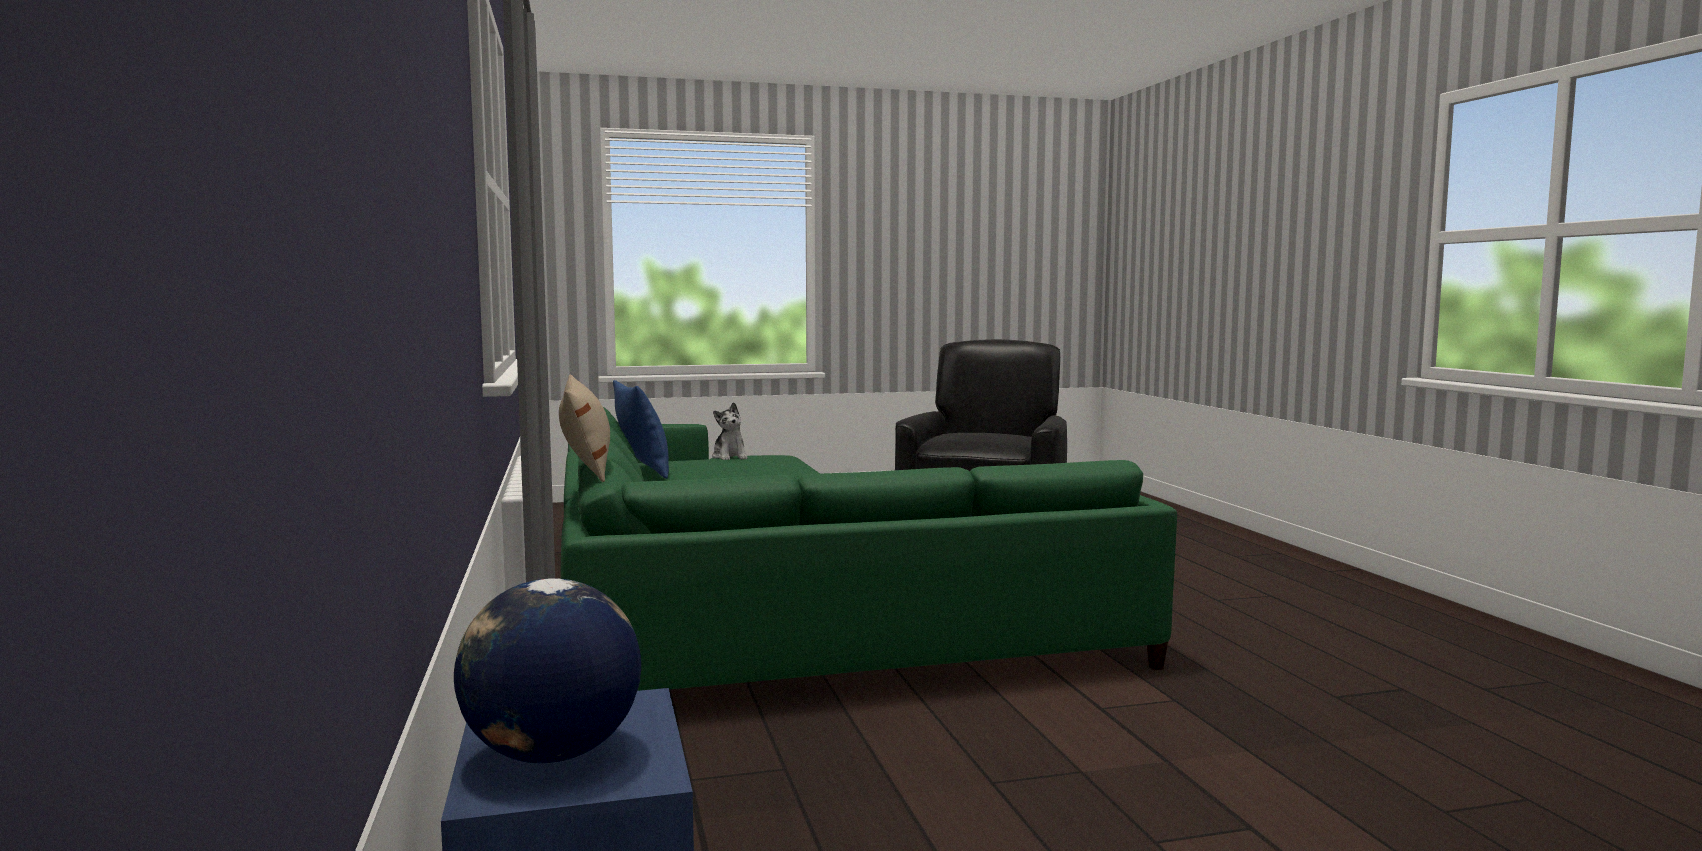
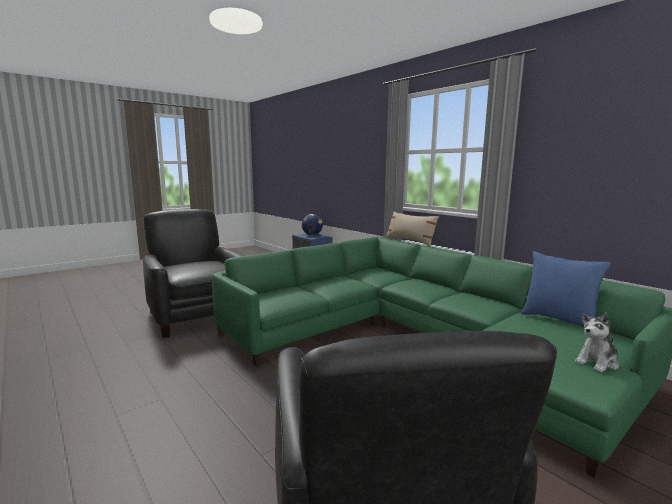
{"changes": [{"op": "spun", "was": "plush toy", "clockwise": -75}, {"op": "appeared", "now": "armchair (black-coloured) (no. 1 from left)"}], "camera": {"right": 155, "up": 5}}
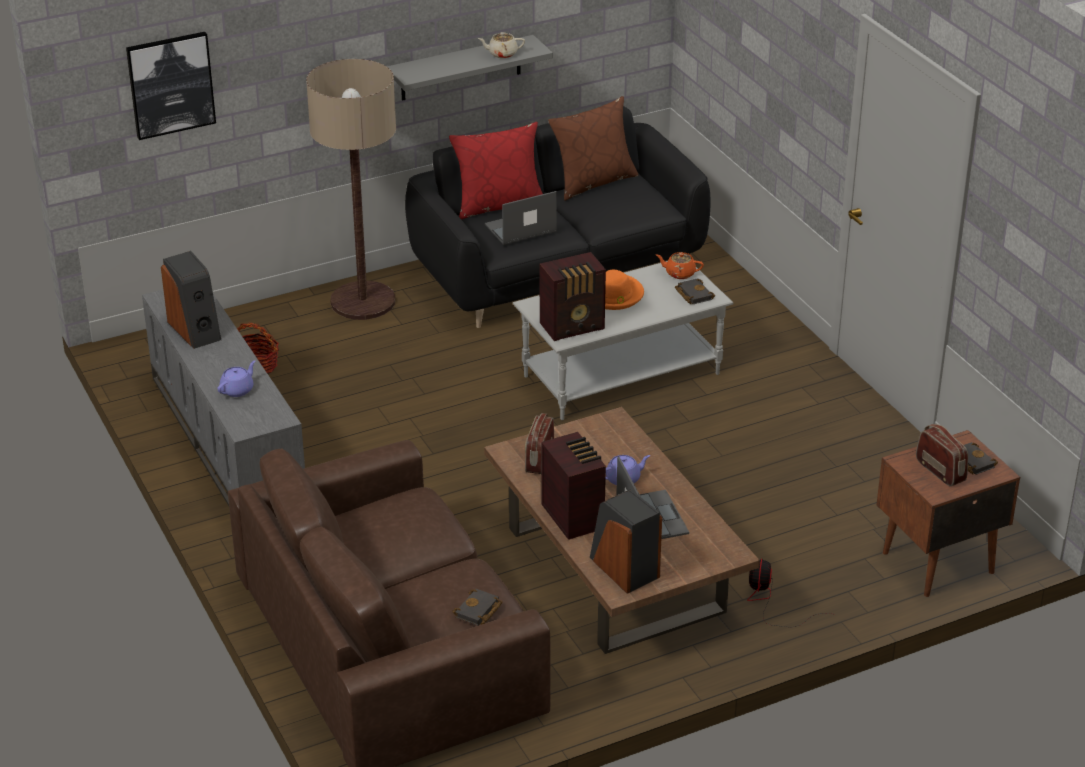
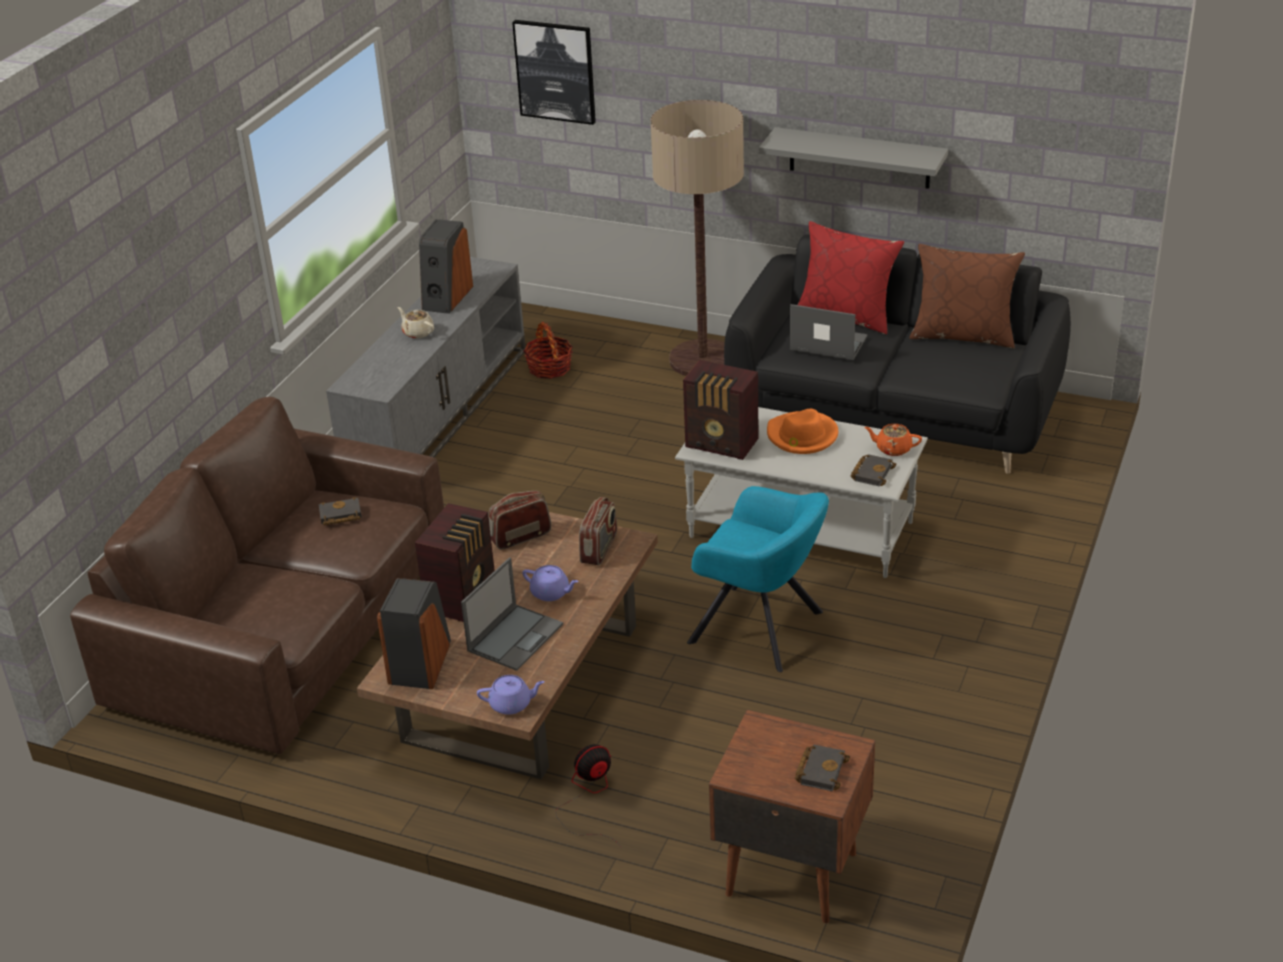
{"changes": [{"op": "relocated", "was": "tea pot (purple) (no. 1 from left)"}, {"op": "relocated", "was": "volume (black-coloured) (no. 1 from left)"}, {"op": "relocated", "was": "tea pot (sand-coloured)"}, {"op": "spun", "was": "tea pot (orangey)", "clockwise": -45}, {"op": "relocated", "was": "radio (no. 4 from left in the first image)", "now": "radio (no. 3 from left)"}, {"op": "appeared", "now": "armchair (turquoise)"}], "camera": {"right": 50, "up": 0}}
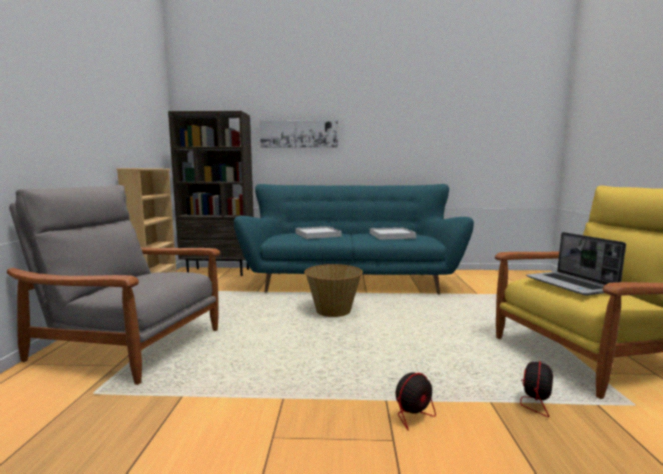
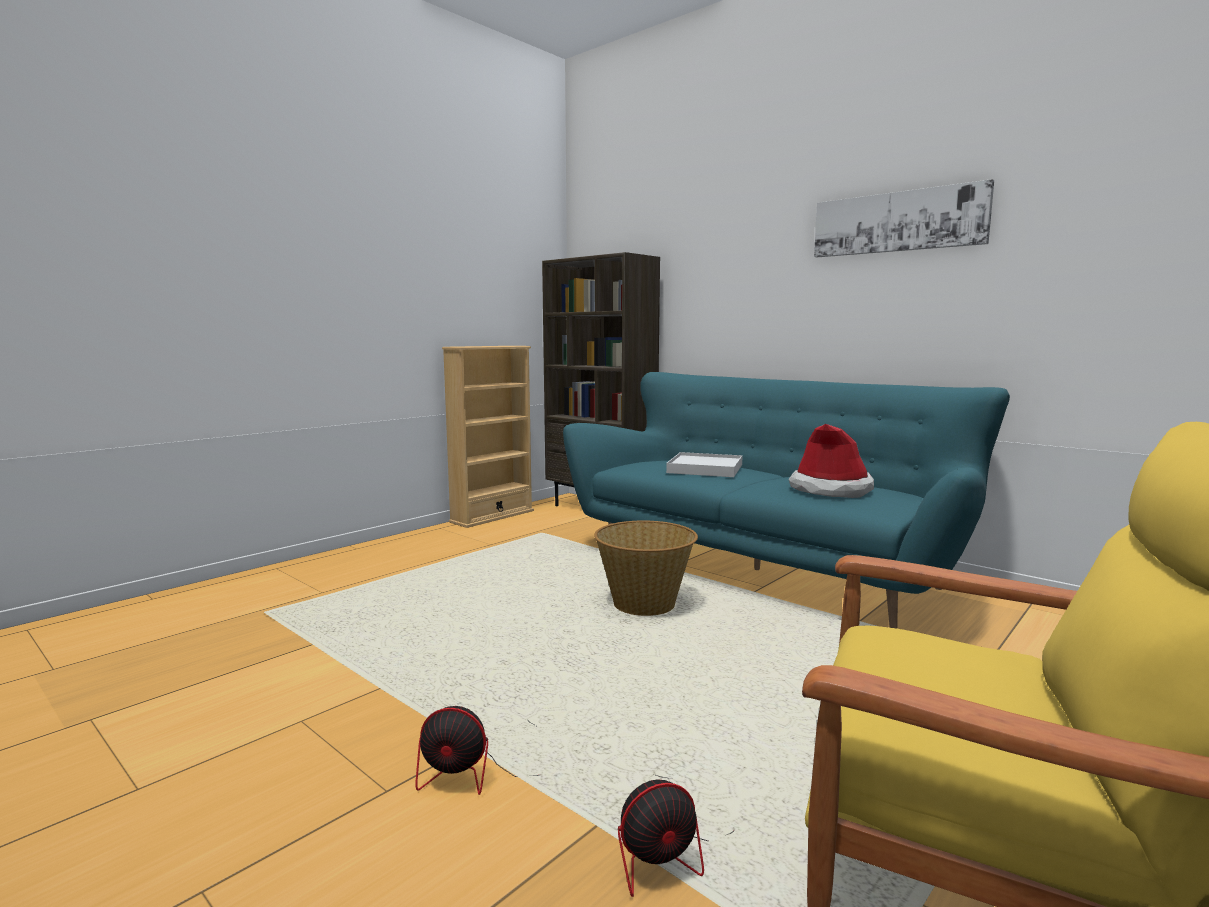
{"changes": [{"op": "missing", "was": "armchair (grey)"}, {"op": "relocated", "was": "wall art"}, {"op": "exchanged", "was": "serving tray (white) (no. 2 from left)", "now": "clothing hat"}, {"op": "missing", "was": "notebook computer"}], "camera": {"right": 40, "up": 0}}
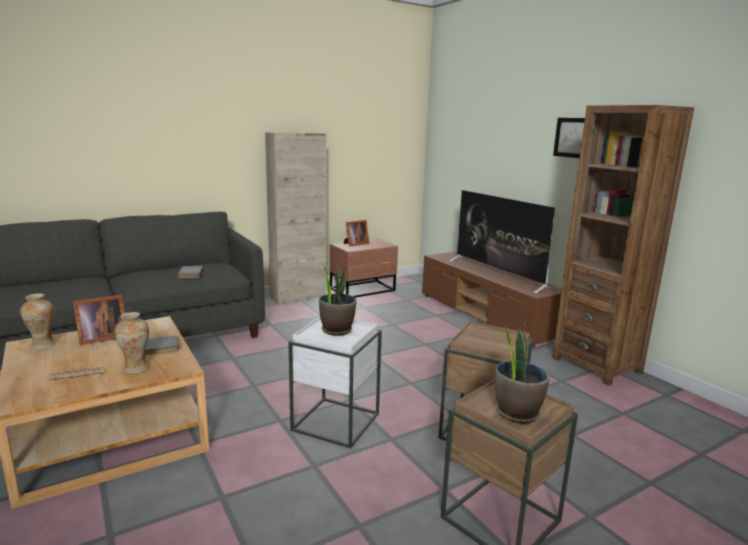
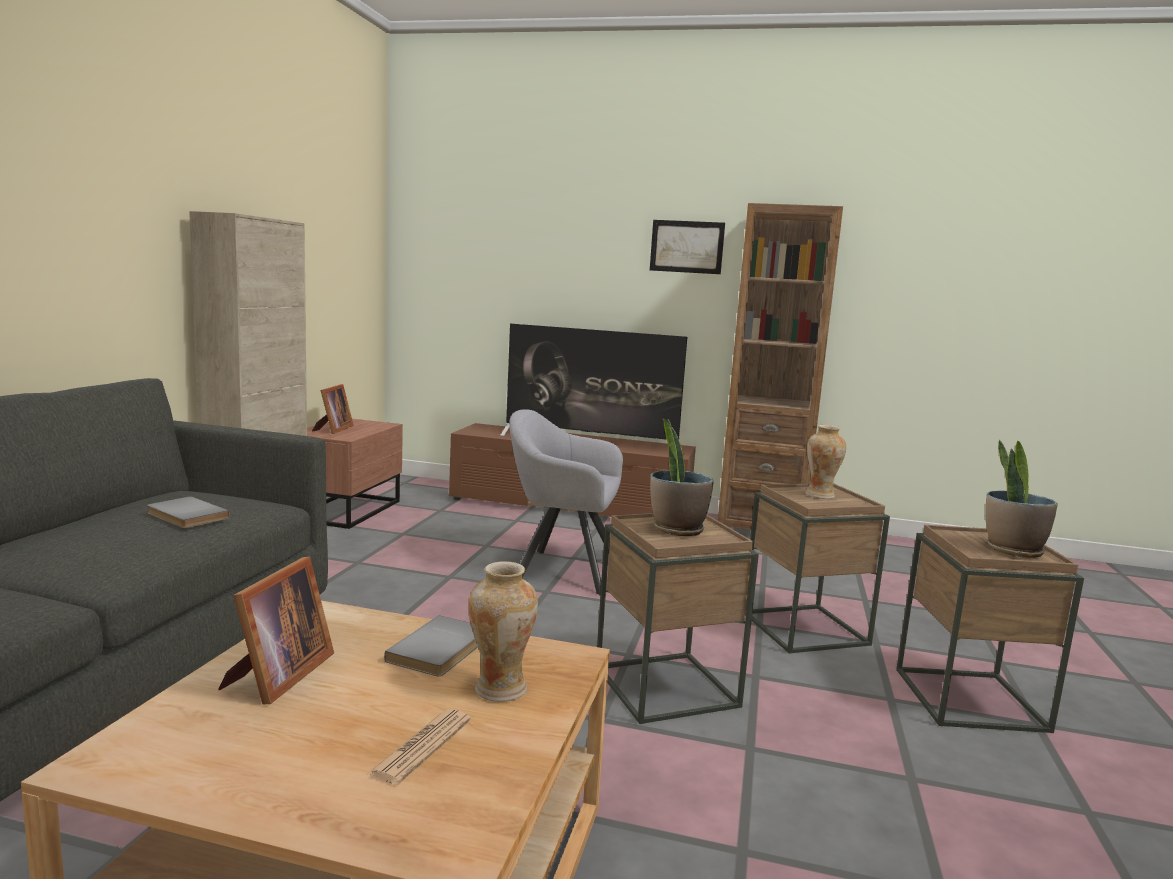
{"changes": [{"op": "relocated", "was": "vase (no. 1 from left in the first image)", "now": "vase (no. 2 from left)"}, {"op": "colour", "was": "side table (white)", "now": "side table (brown) (no. 1 from left)"}, {"op": "appeared", "now": "armchair (grey)"}], "camera": {"right": -45, "up": -5}}
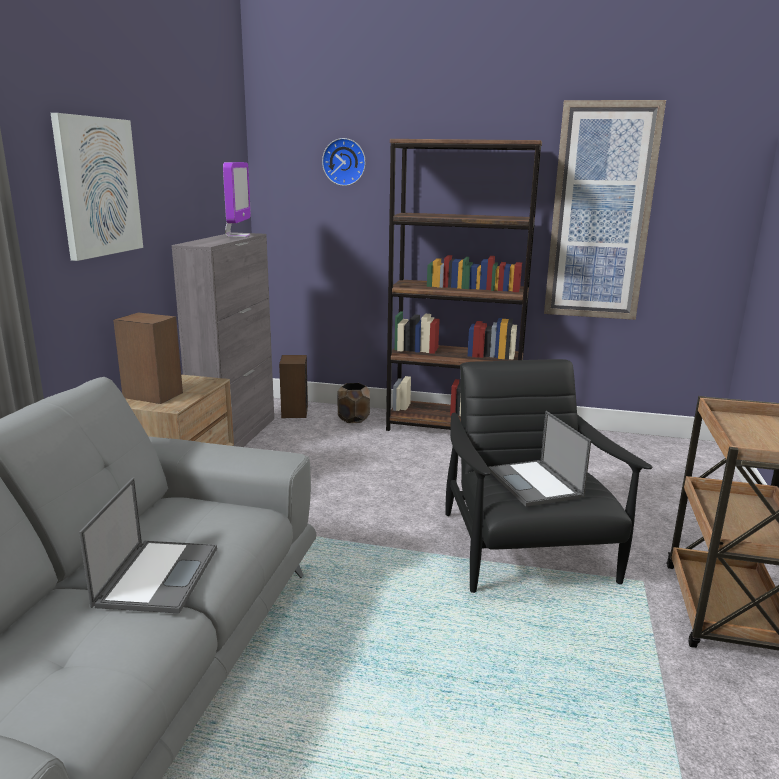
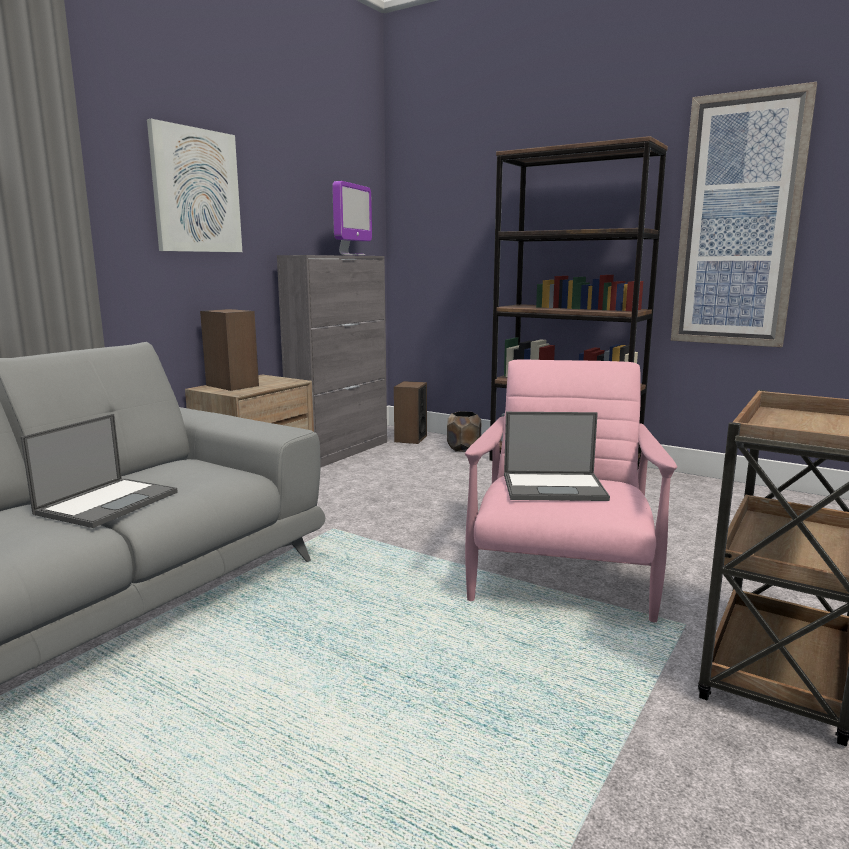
{"changes": [{"op": "missing", "was": "hanging clock"}, {"op": "colour", "was": "armchair (black-coloured)", "now": "armchair (pink)"}, {"op": "spun", "was": "notebook computer (no. 2 from left)", "clockwise": -90}], "camera": {"right": 20, "up": -5}}
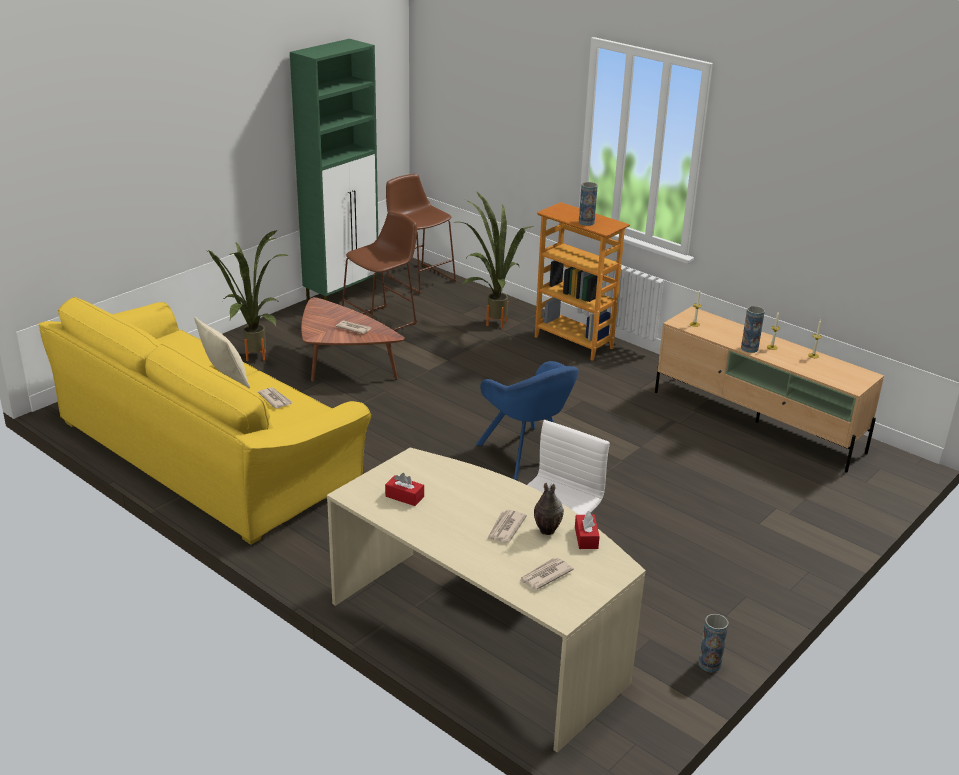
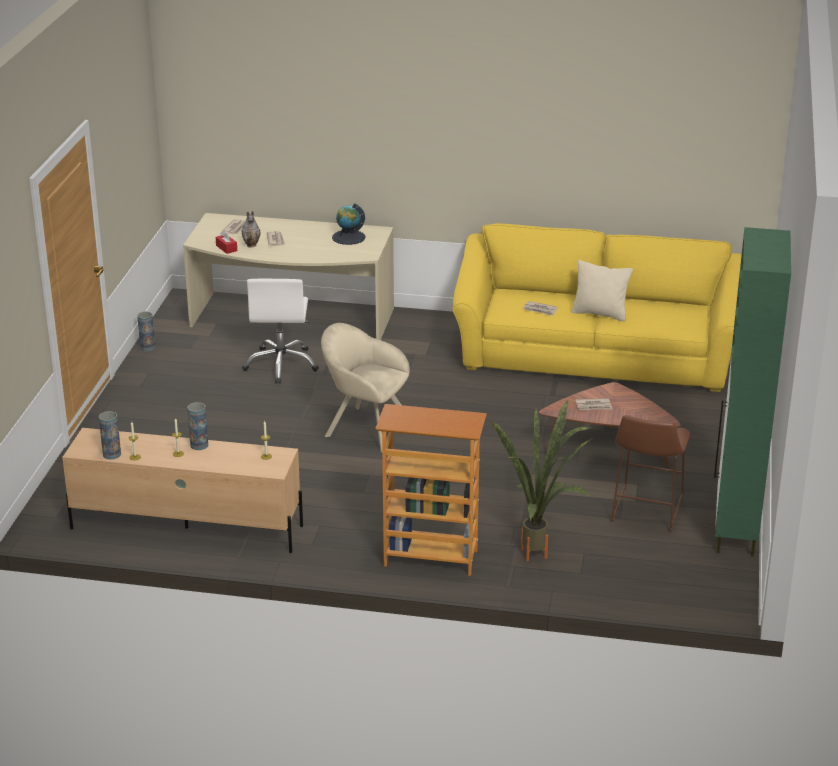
{"changes": [{"op": "missing", "was": "potted plant (no. 1 from left)"}, {"op": "exchanged", "was": "tissue box (reddish) (no. 1 from left)", "now": "desk globe"}, {"op": "missing", "was": "stool (brown) (no. 2 from left)"}, {"op": "colour", "was": "armchair (blue)", "now": "armchair (sand-coloured)"}, {"op": "relocated", "was": "vase (no. 2 from left in the first image)", "now": "vase (no. 1 from left)"}], "camera": {"right": 150, "up": 0}}
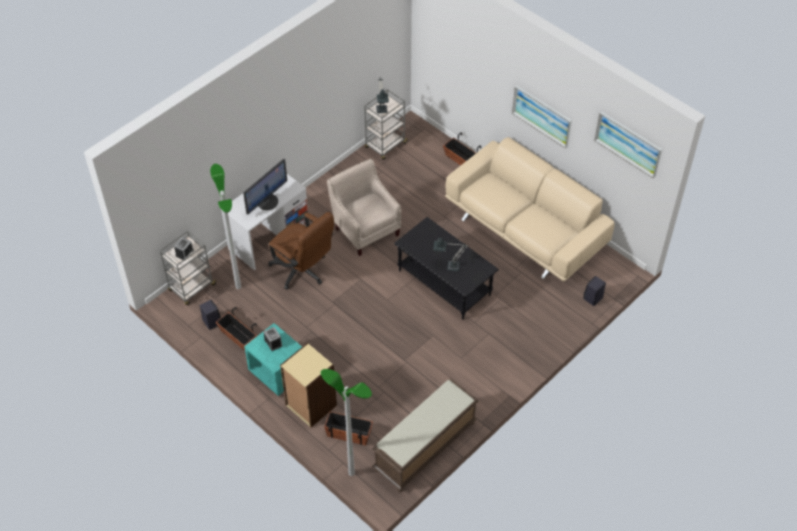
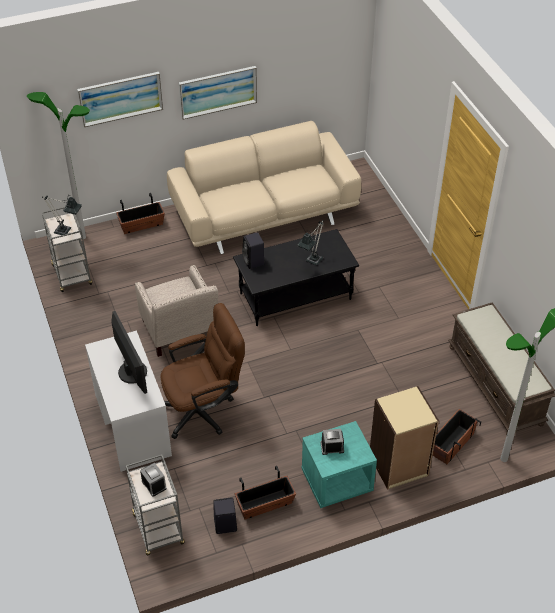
{"changes": [{"op": "relocated", "was": "floor lamp (no. 1 from left)"}, {"op": "spun", "was": "armchair (sand-coloured)", "clockwise": -105}, {"op": "relocated", "was": "loudspeaker (black-coloured) (no. 2 from left)"}, {"op": "relocated", "was": "wall art (no. 2 from left in the first image)", "now": "wall art (no. 1 from left)"}], "camera": {"right": -65, "up": -5}}
